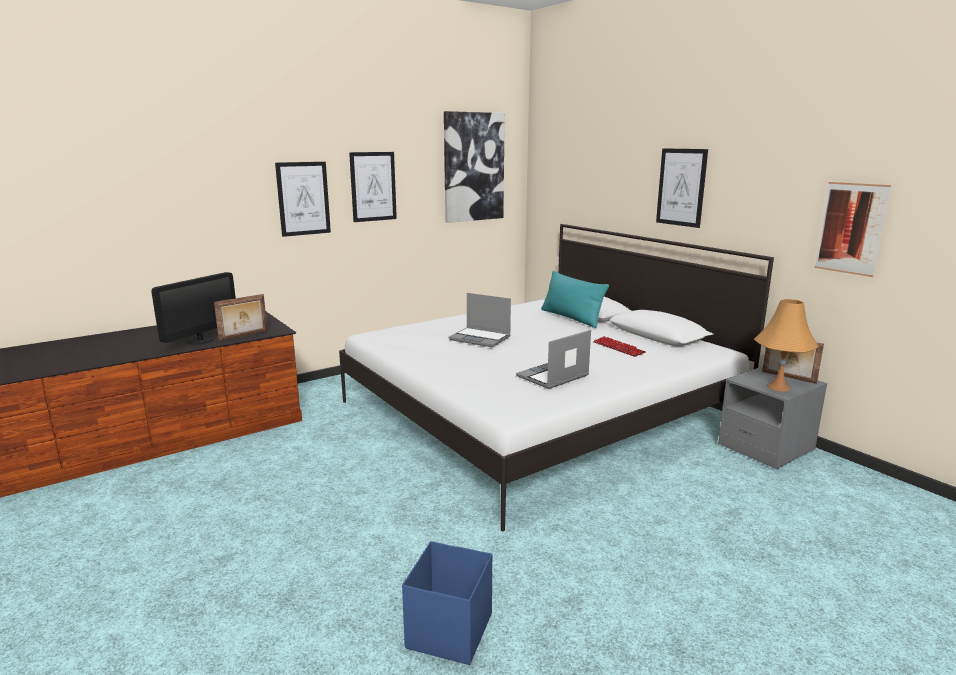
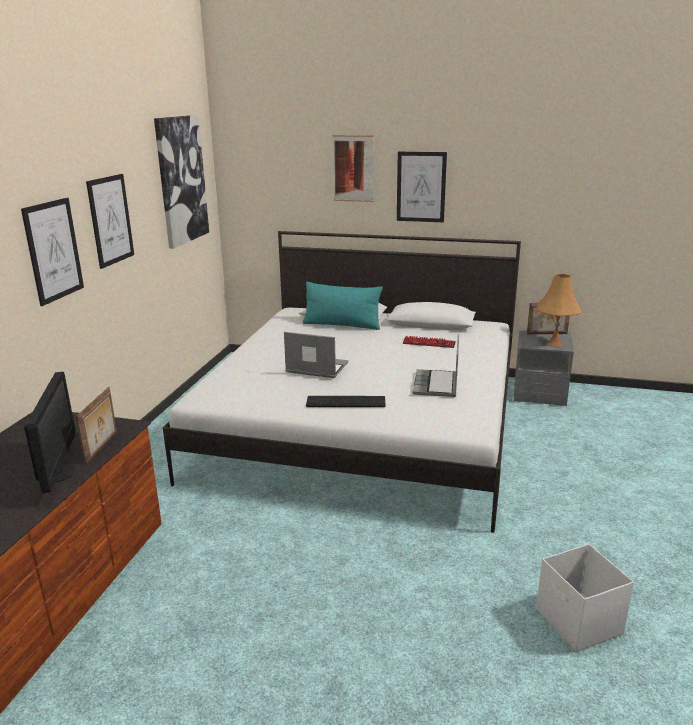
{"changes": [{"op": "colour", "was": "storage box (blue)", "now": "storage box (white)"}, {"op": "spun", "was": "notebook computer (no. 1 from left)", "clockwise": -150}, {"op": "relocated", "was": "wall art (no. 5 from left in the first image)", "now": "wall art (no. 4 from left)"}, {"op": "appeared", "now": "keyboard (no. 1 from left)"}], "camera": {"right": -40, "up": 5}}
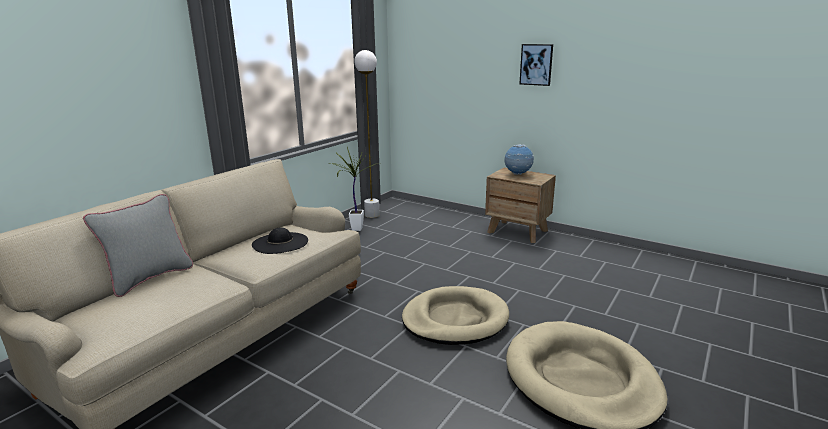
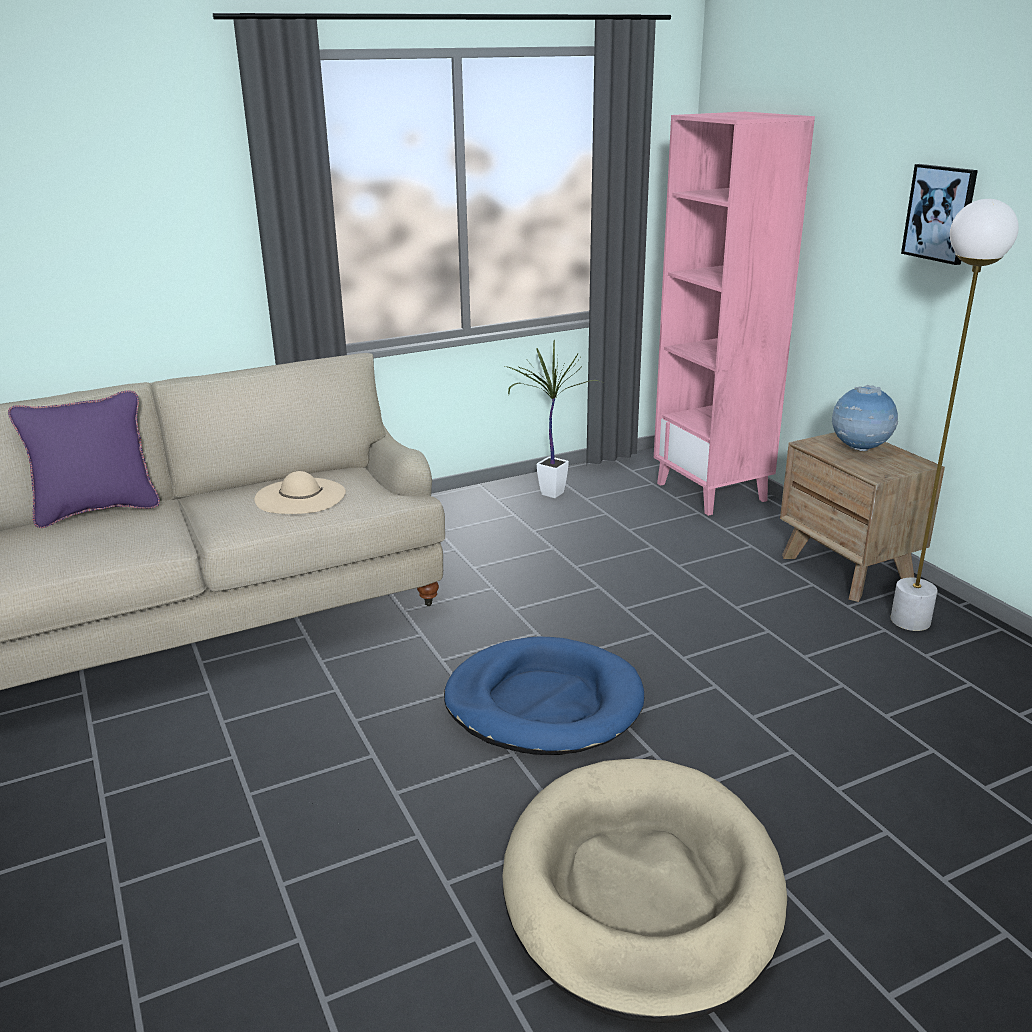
{"changes": [{"op": "colour", "was": "throw pillow (grey)", "now": "throw pillow (purple)"}, {"op": "colour", "was": "clothing hat (black-coloured)", "now": "clothing hat (sand-coloured)"}, {"op": "relocated", "was": "floor lamp (white)"}, {"op": "colour", "was": "dog cushion (sand-coloured) (no. 1 from left)", "now": "dog cushion (blue)"}, {"op": "appeared", "now": "bookcase (pink)"}], "camera": {"right": 30, "up": 5}}
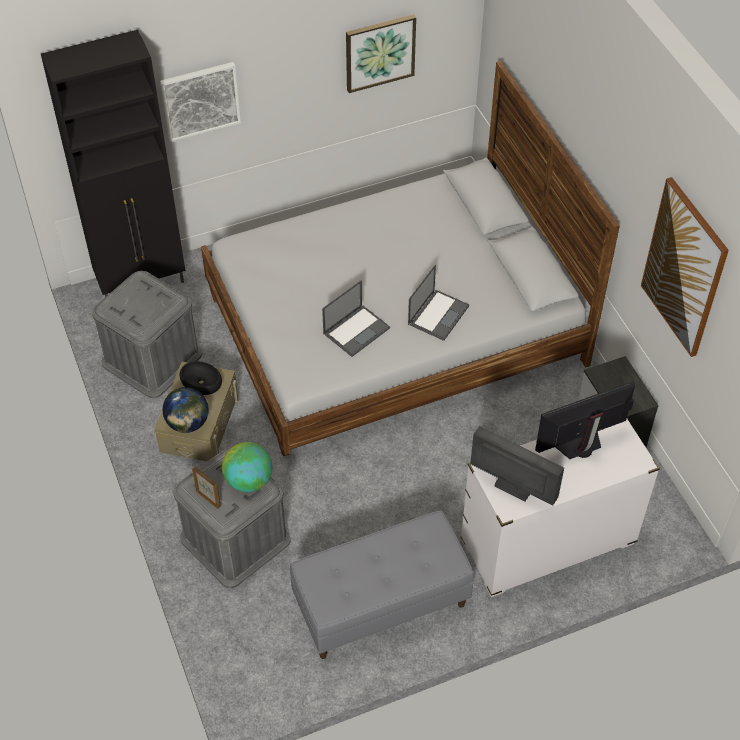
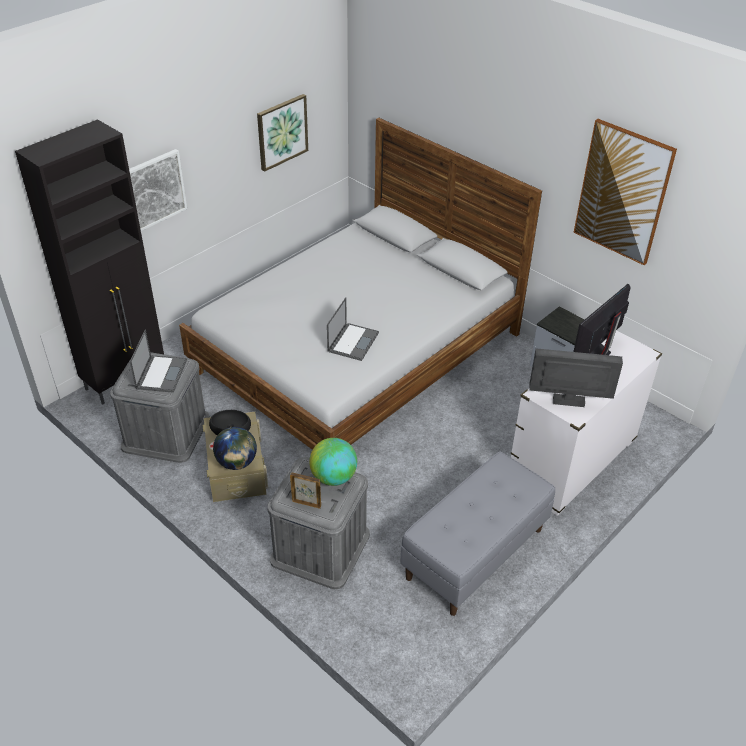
{"changes": [{"op": "relocated", "was": "notebook computer (no. 2 from left in the first image)", "now": "notebook computer (no. 1 from left)"}], "camera": {"right": -25, "up": -10}}
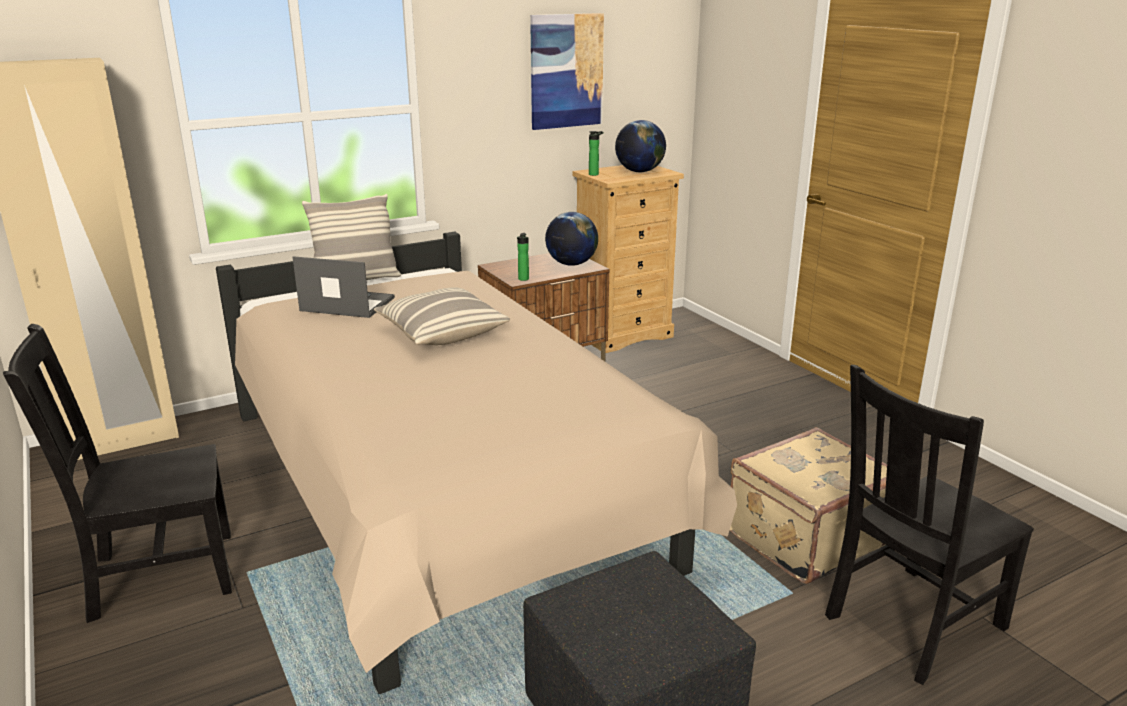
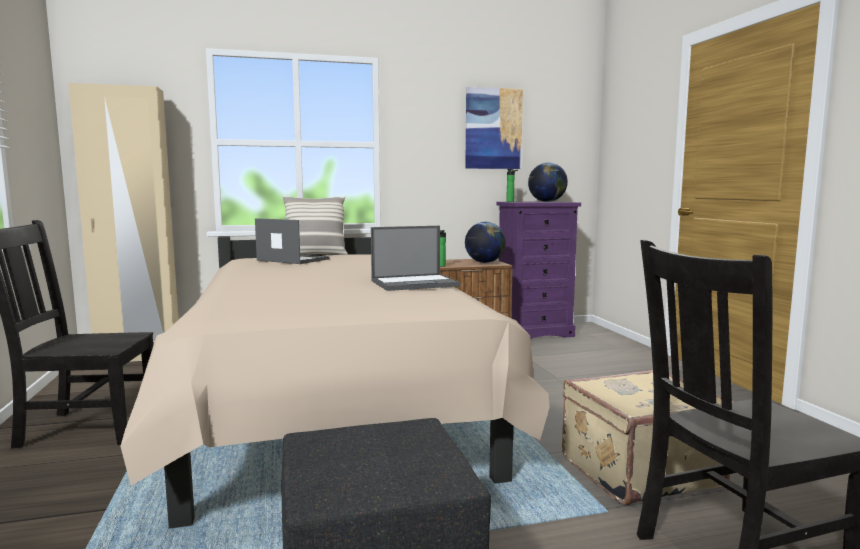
{"changes": [{"op": "missing", "was": "throw pillow (no. 2 from left)"}, {"op": "colour", "was": "chest of drawers (sand-coloured)", "now": "chest of drawers (purple)"}, {"op": "appeared", "now": "notebook computer (no. 2 from left)"}], "camera": {"right": 15, "up": -15}}
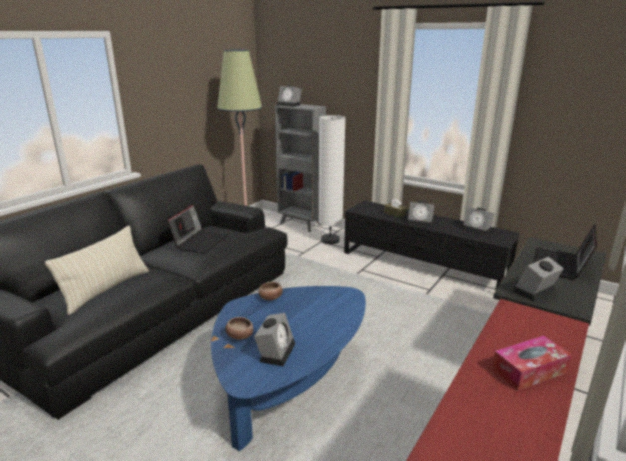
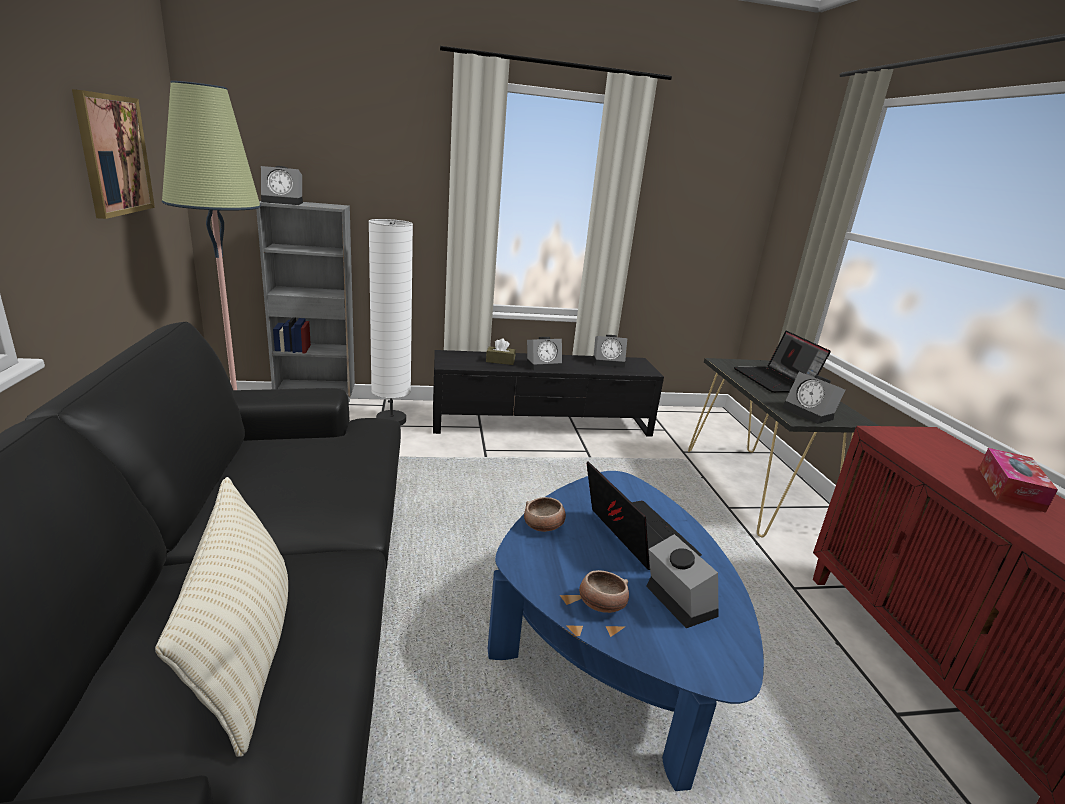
{"changes": [{"op": "relocated", "was": "notebook computer (no. 1 from left)"}, {"op": "spun", "was": "bedside clock (no. 5 from left)", "clockwise": -45}, {"op": "appeared", "now": "wall art"}], "camera": {"right": -45, "up": 0}}
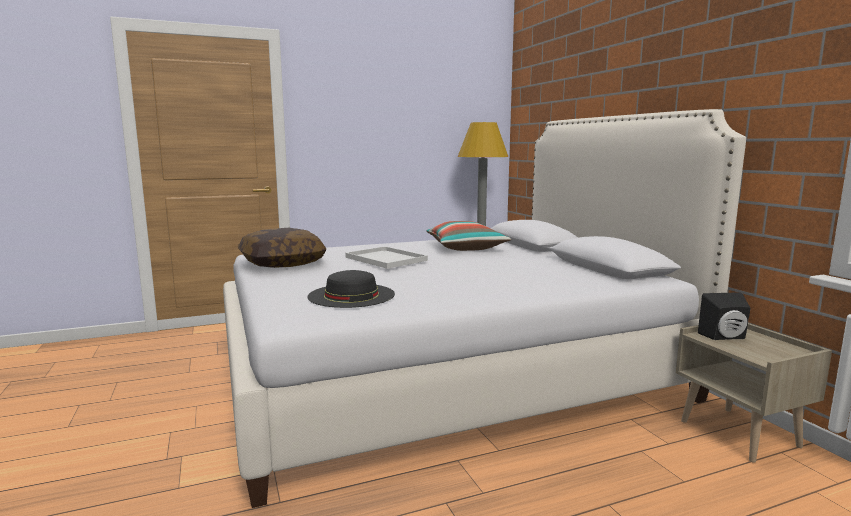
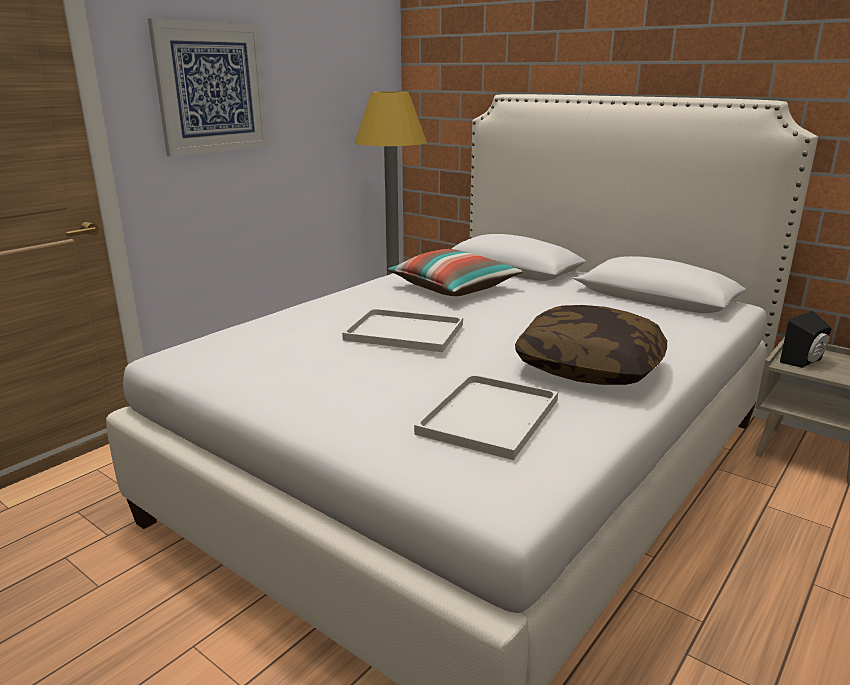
{"changes": [{"op": "relocated", "was": "throw pillow (no. 1 from left in the first image)", "now": "throw pillow (no. 2 from left)"}, {"op": "exchanged", "was": "clothing hat (black-coloured)", "now": "serving tray (white) (no. 2 from left)"}, {"op": "appeared", "now": "wall art"}], "camera": {"right": -30, "up": 10}}
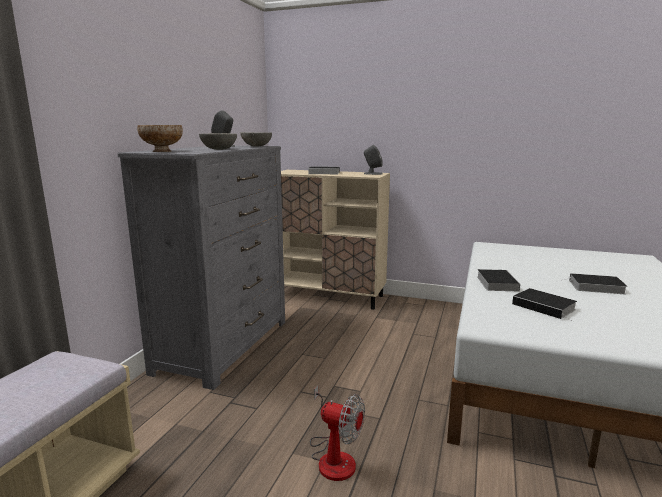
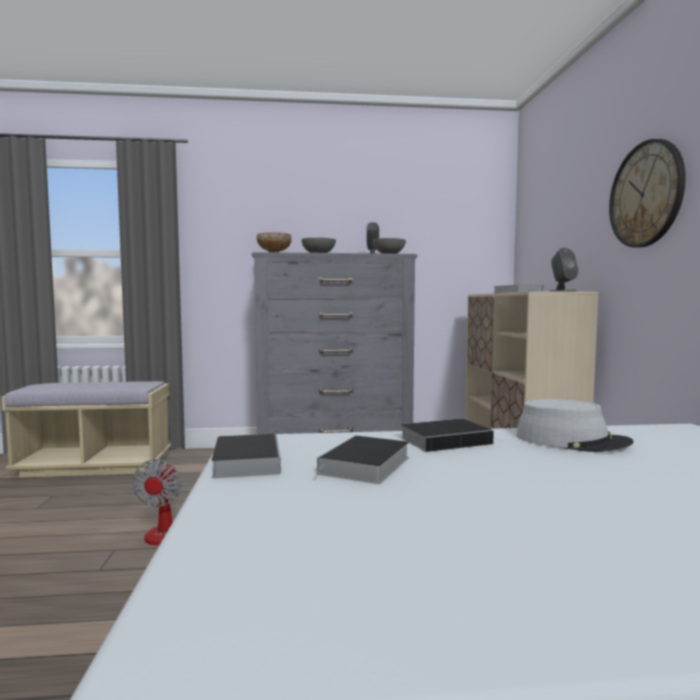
{"changes": [{"op": "relocated", "was": "volume (no. 4 from left in the first image)", "now": "volume (no. 1 from left)"}, {"op": "appeared", "now": "clothing hat (grey)"}, {"op": "appeared", "now": "hanging clock"}], "camera": {"right": 65, "up": -10}}
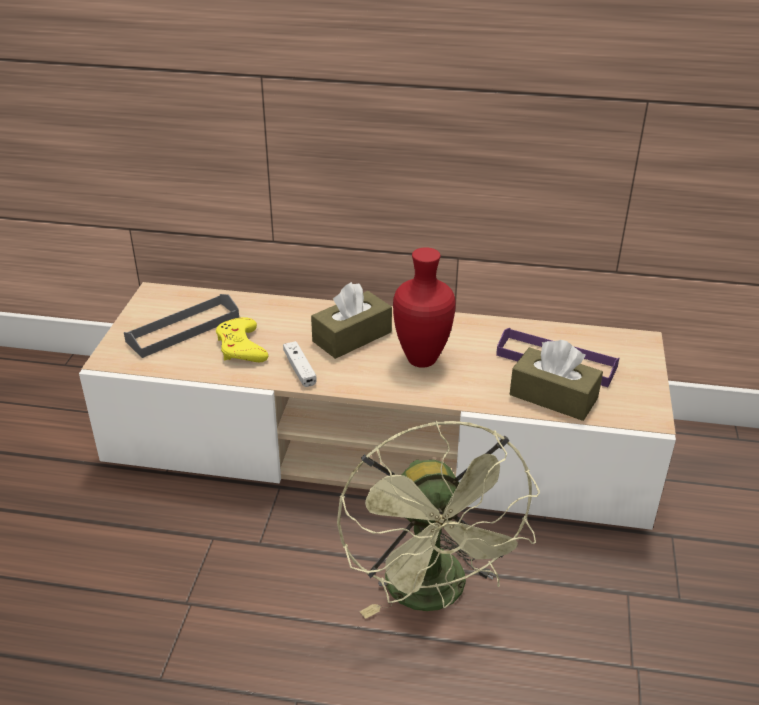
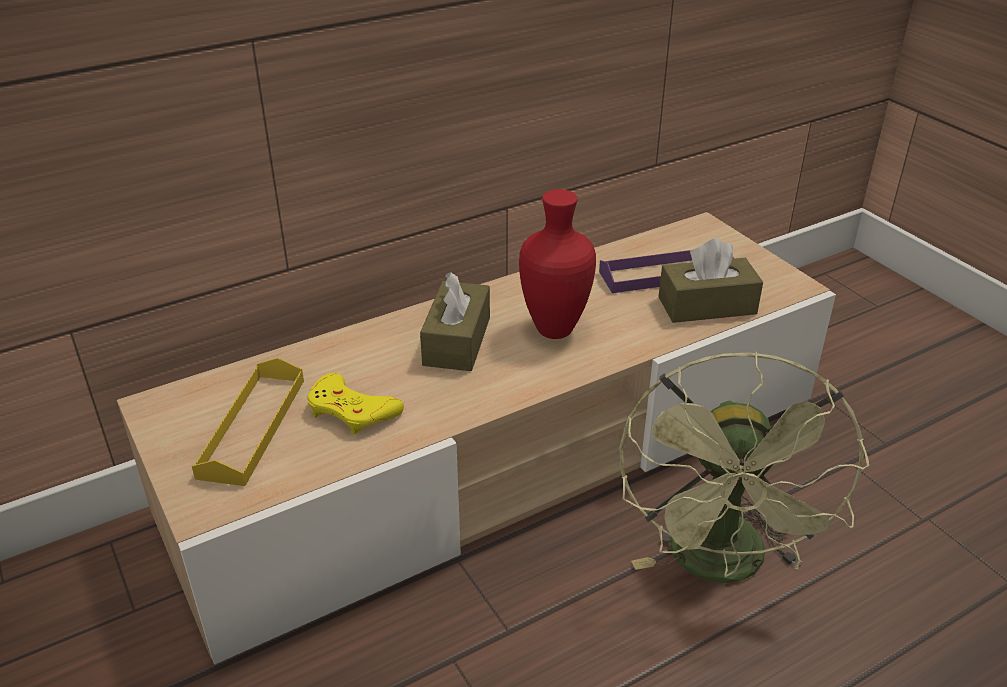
{"changes": [{"op": "colour", "was": "serving tray (grey)", "now": "serving tray (yellow)"}, {"op": "missing", "was": "joypad (white)"}, {"op": "spun", "was": "cooling fan (green)", "clockwise": 60}], "camera": {"right": -40, "up": 0}}
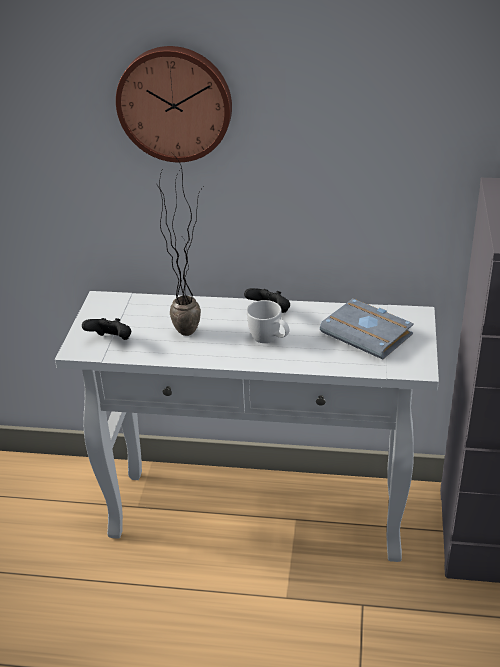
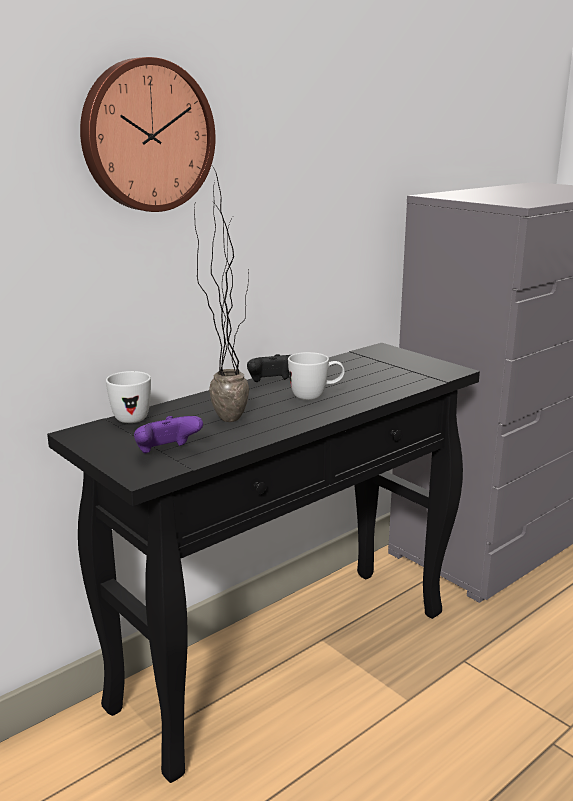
{"changes": [{"op": "colour", "was": "hall table (white)", "now": "hall table (black-coloured)"}, {"op": "colour", "was": "joypad (black-coloured) (no. 1 from left)", "now": "joypad (purple)"}, {"op": "missing", "was": "volume (grey)"}, {"op": "appeared", "now": "mug (white) (no. 1 from left)"}], "camera": {"right": -50, "up": -15}}
